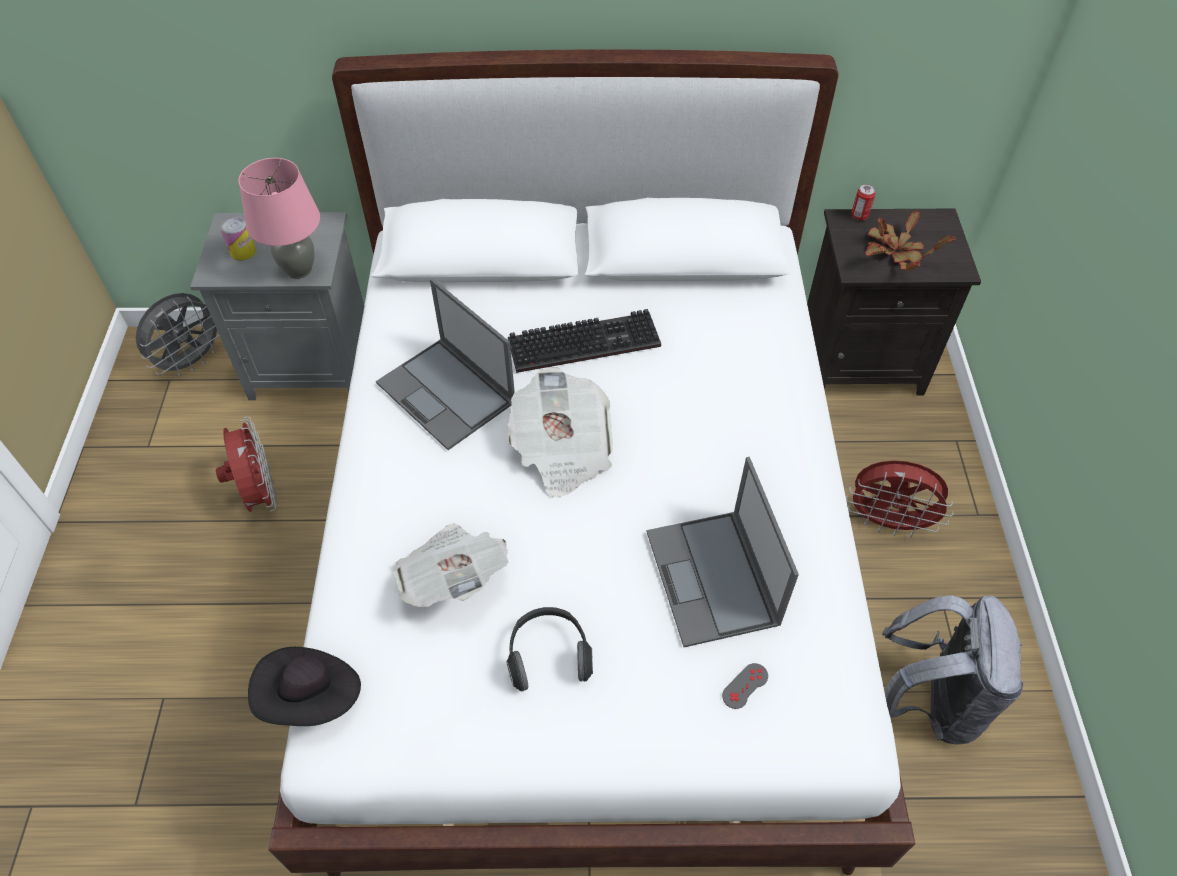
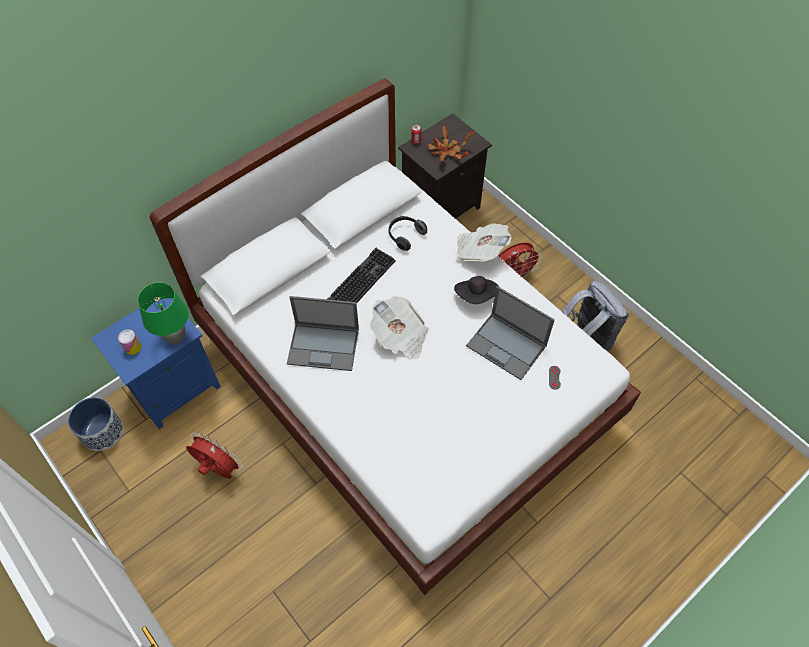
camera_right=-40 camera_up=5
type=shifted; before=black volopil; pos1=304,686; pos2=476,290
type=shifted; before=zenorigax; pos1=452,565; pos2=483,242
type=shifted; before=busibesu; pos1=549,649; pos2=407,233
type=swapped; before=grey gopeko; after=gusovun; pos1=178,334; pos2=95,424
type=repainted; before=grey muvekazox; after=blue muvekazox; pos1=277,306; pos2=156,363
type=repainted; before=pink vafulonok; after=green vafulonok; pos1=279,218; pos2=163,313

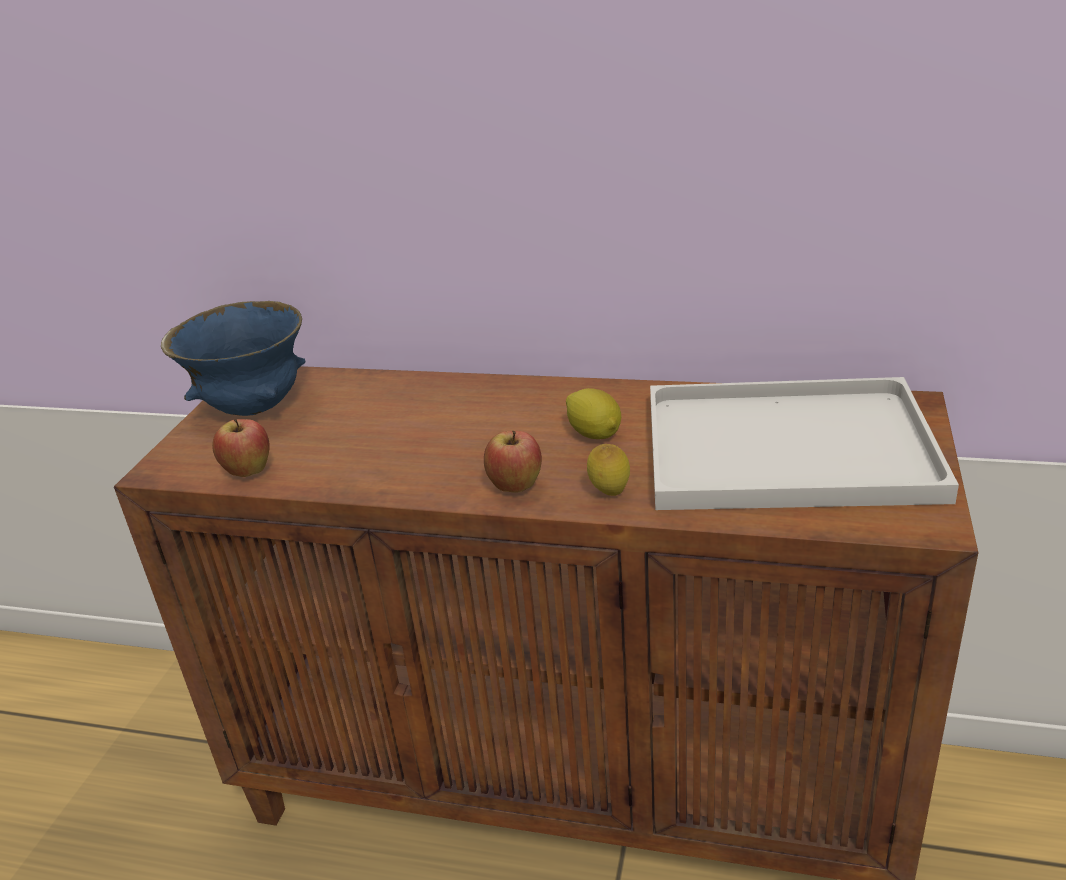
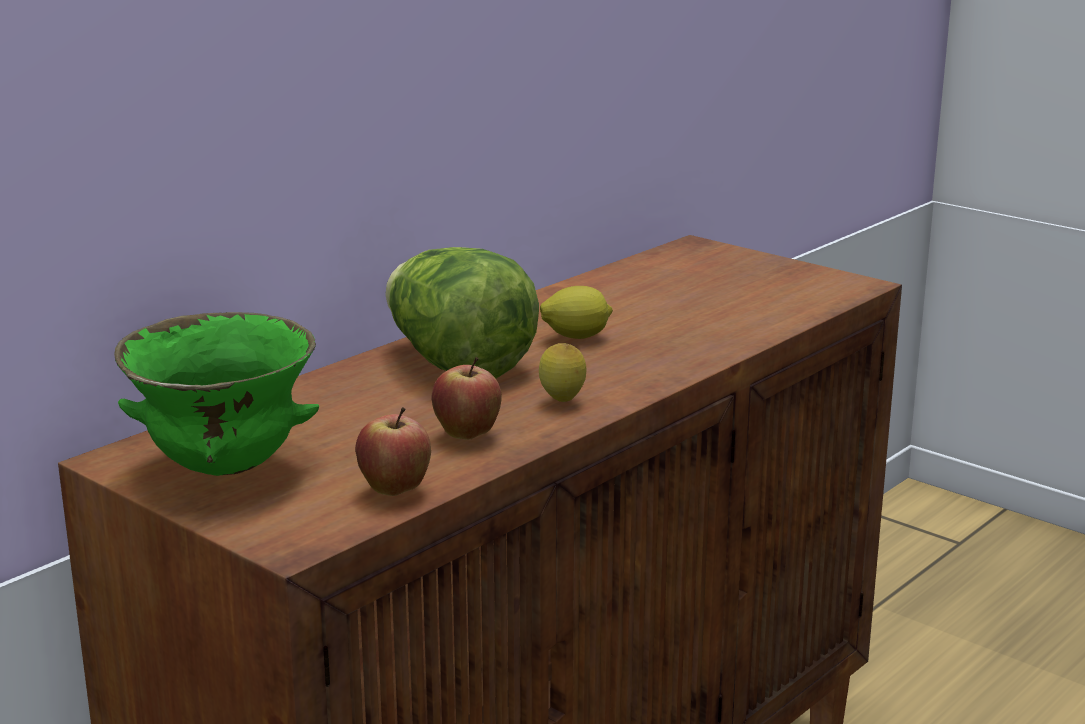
camera_right=-65 camera_up=-10
type=gone; before=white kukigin; pos1=804,443
type=new; after=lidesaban; pos2=462,313
type=shifted; before=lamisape; pos1=513,462; pos2=466,398
type=shifted; before=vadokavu; pos1=608,470; pos2=563,372
type=repainted; before=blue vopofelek; after=green vopofelek; pos1=233,358; pos2=216,394

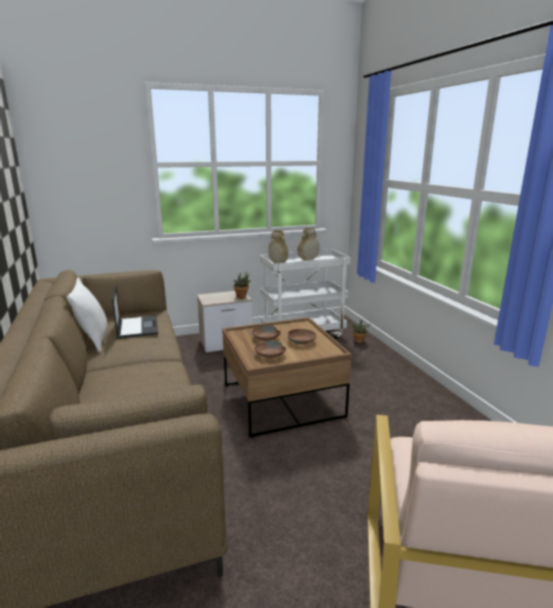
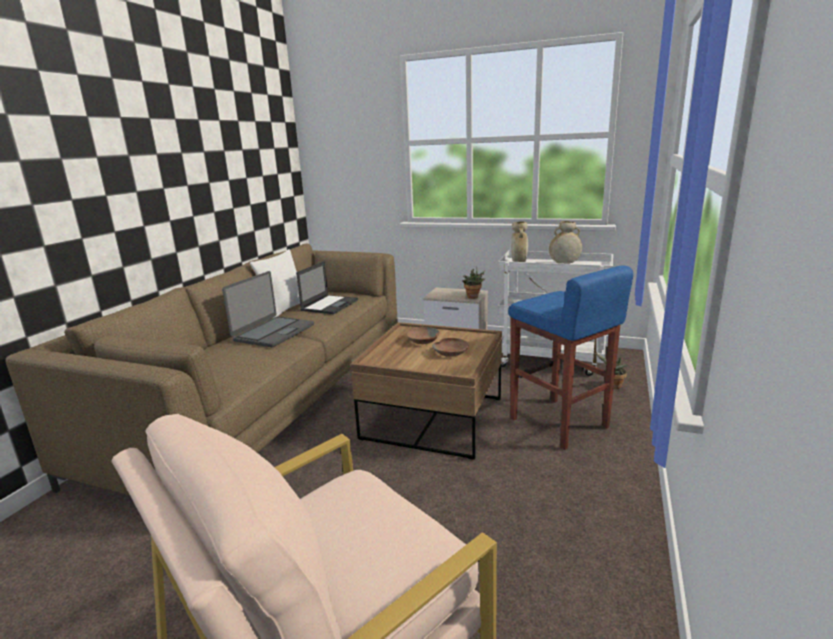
camera_right=40 camera_up=0
type=gone; before=brown vopofelek; pos1=270,349
type=new; after=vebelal; pos2=268,309
type=new; after=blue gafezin; pos2=570,357

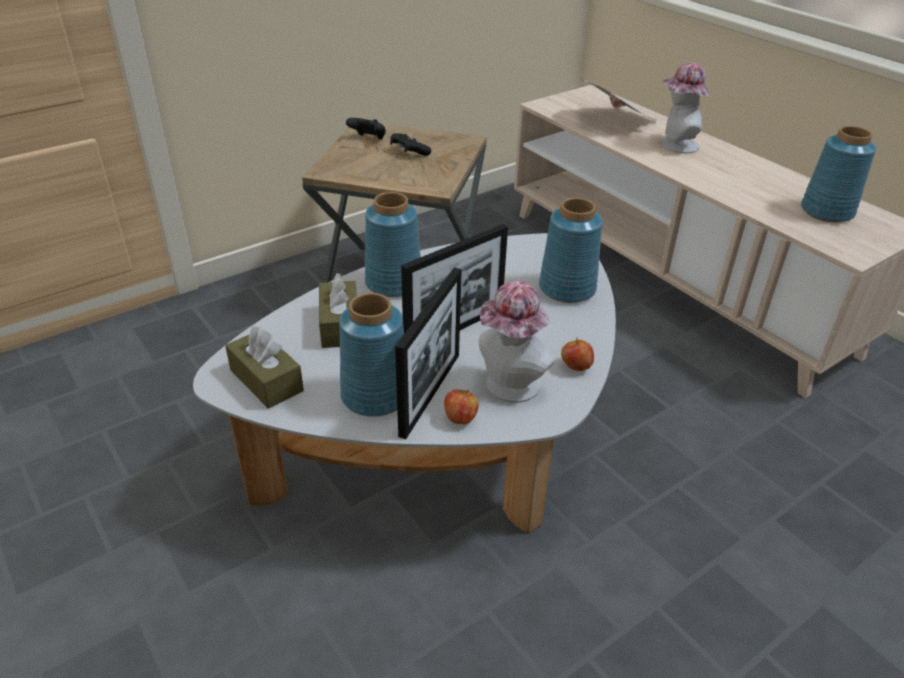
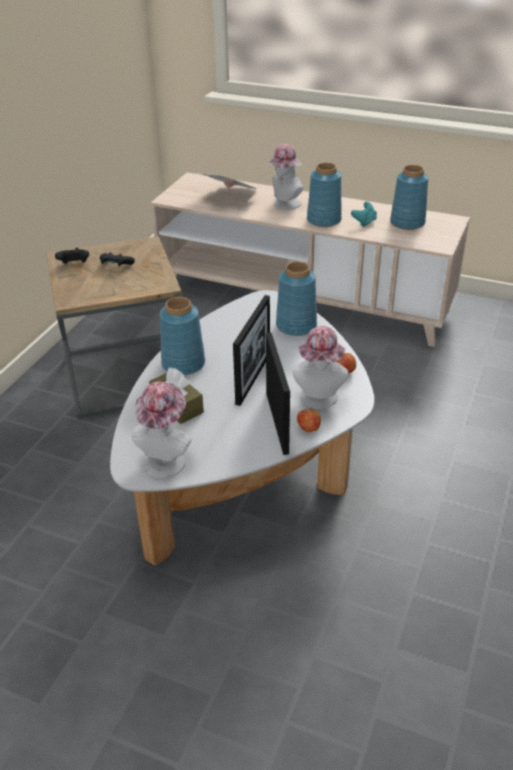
camera_right=-30 camera_up=0
type=new; after=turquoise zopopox; pos2=364,214
type=shifted; before=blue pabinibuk; pos1=371,355; pos2=324,194
type=swapped; before=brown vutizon; after=volopil; pos1=264,367; pos2=162,429

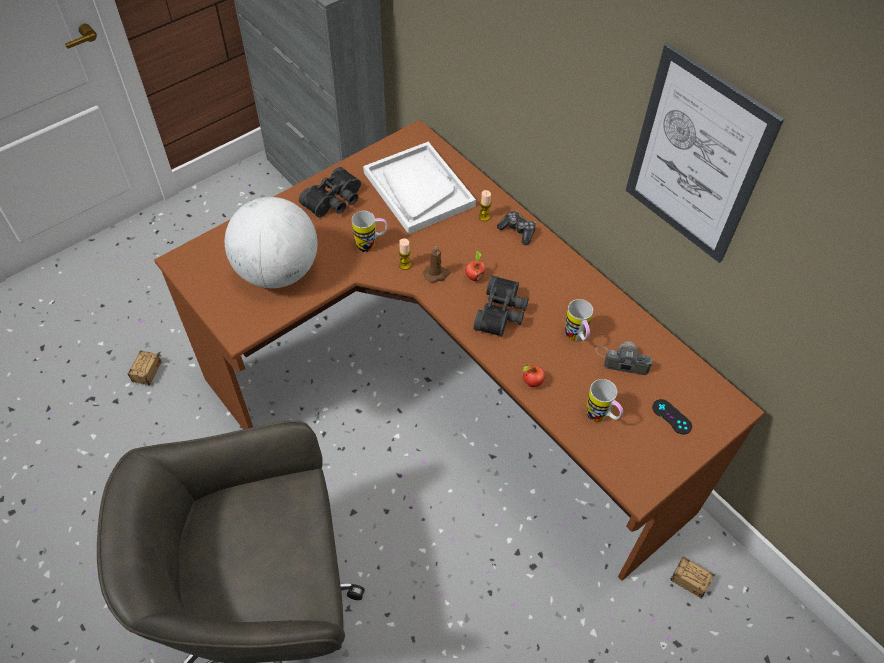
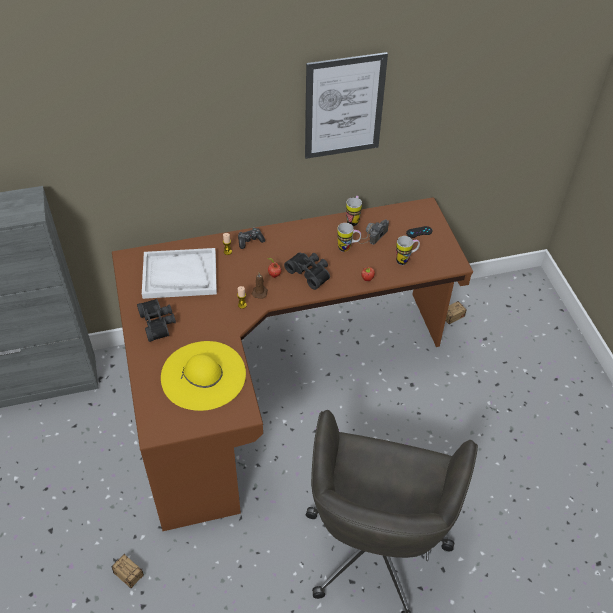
camera_right=-65 camera_up=-5
type=shifted; before=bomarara; pos1=369,231; pos2=354,211
type=swapped; before=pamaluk; after=yellow volopil; pos1=271,242; pos2=203,376

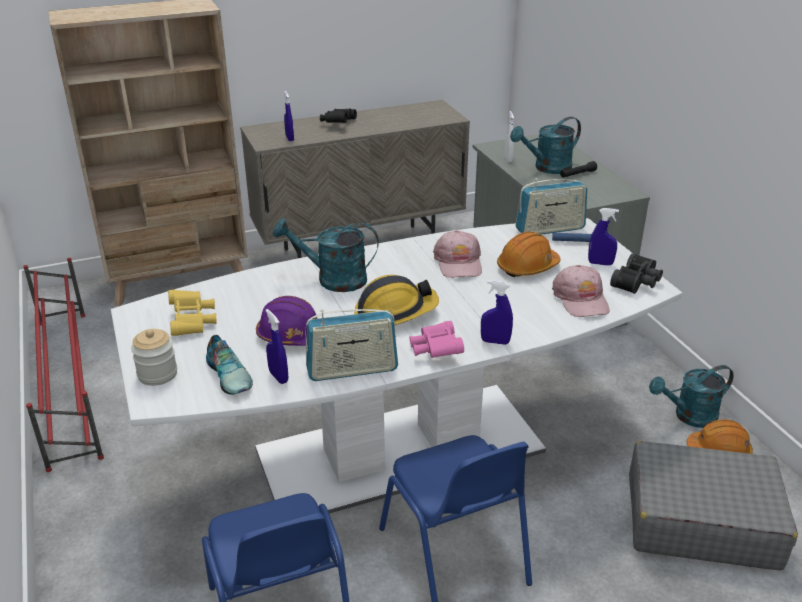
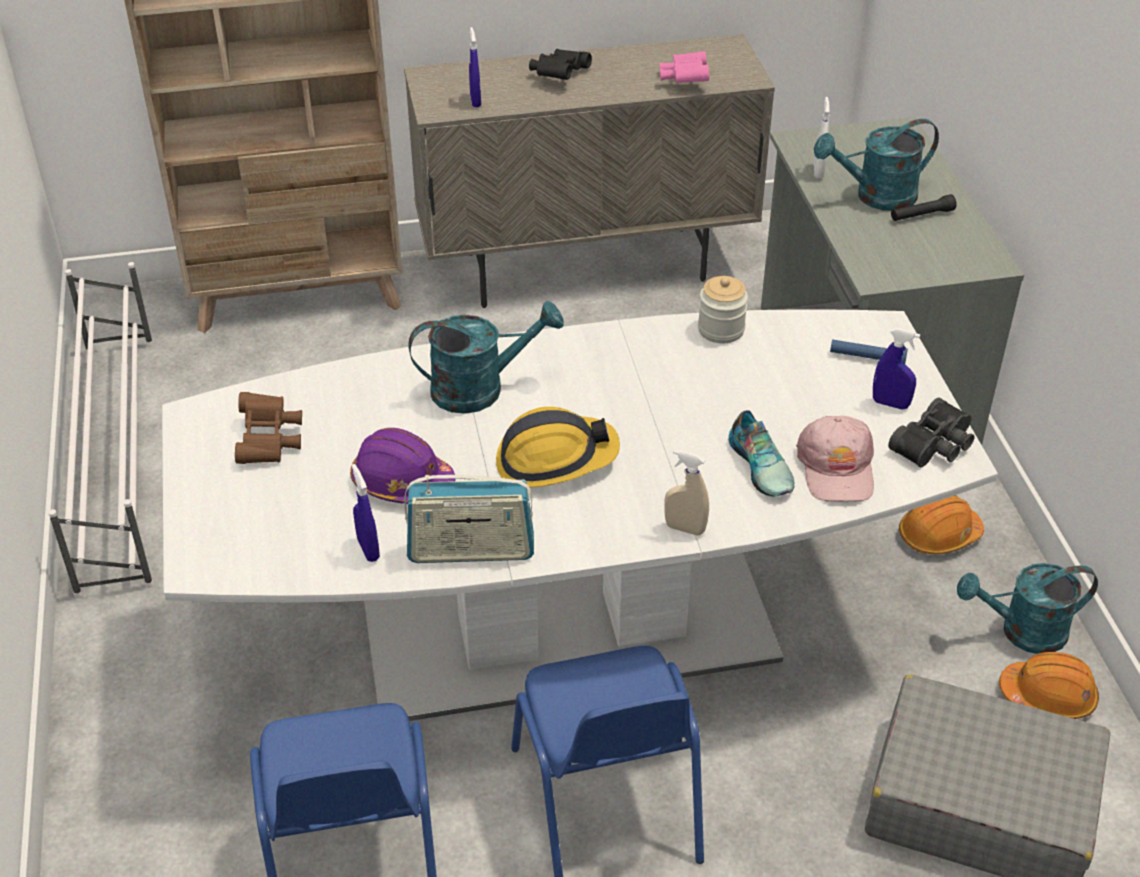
camera_right=10 camera_up=10
type=gone; before=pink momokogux; pos1=457,254
type=gone; before=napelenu; pos1=551,206
type=shifted; before=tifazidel; pos1=154,357; pos2=723,309
type=shifted; before=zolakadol; pos1=229,365; pos2=761,453
type=shifted; before=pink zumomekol; pos1=436,339; pos2=684,67
type=shifted; before=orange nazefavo; pos1=528,254; pos2=941,524
type=repainted; before=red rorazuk; after=white rorazuk; pos1=63,365; pos2=101,430
type=repainted; before=yellow zumomekol; after=brown zumomekol; pos1=192,313; pos2=268,428
type=repainted; before=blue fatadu; after=beige fatadu; pos1=497,312; pos2=686,492
type=rotated; before=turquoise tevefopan; pos1=326,255; pos2=486,357; turn=150

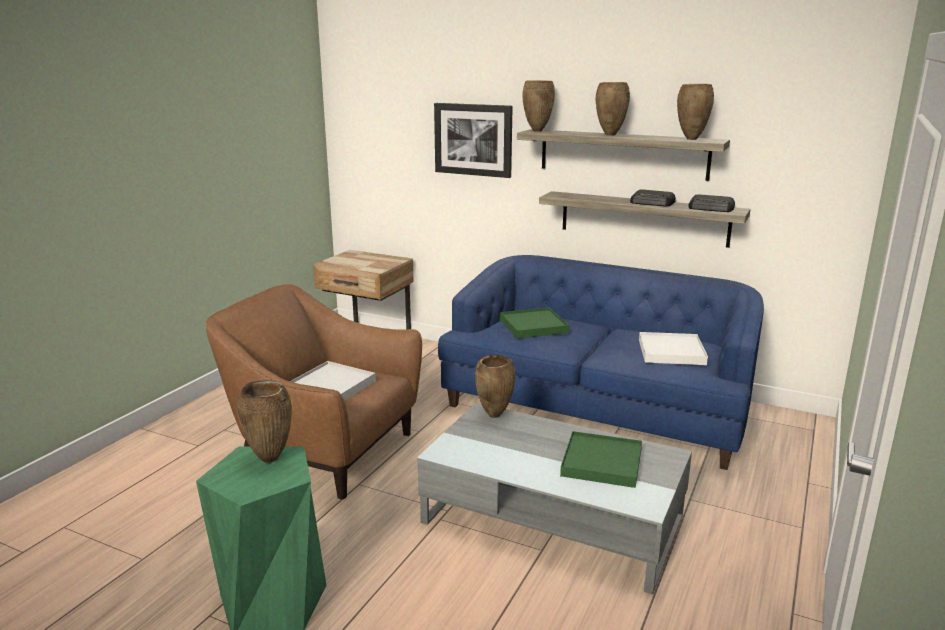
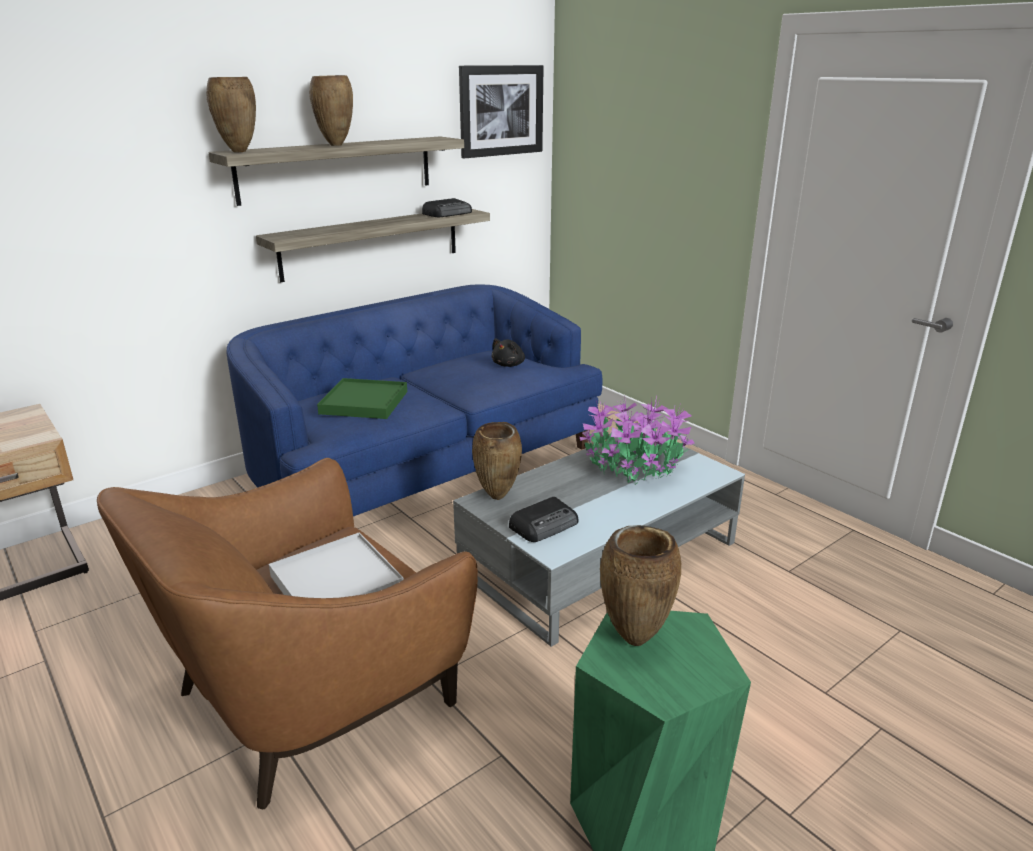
camera_right=-65 camera_up=5
type=gone; before=brown pabinibuk; pos1=695,112
type=shifted; before=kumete; pos1=473,140; pos2=501,111
type=shifted; before=napelenu; pos1=653,198; pos2=543,519
type=swapped; before=green kukigin; after=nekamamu; pos1=601,459; pos2=637,440
type=swapped; before=white kukigin; after=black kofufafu; pos1=673,348; pos2=508,352

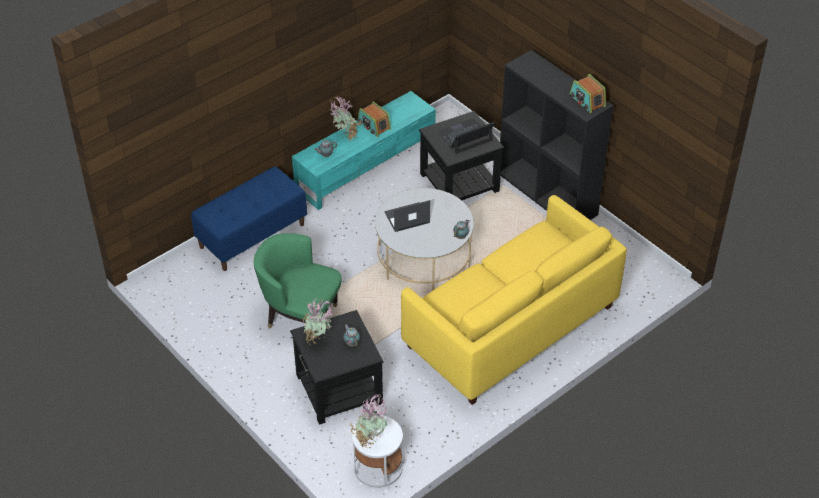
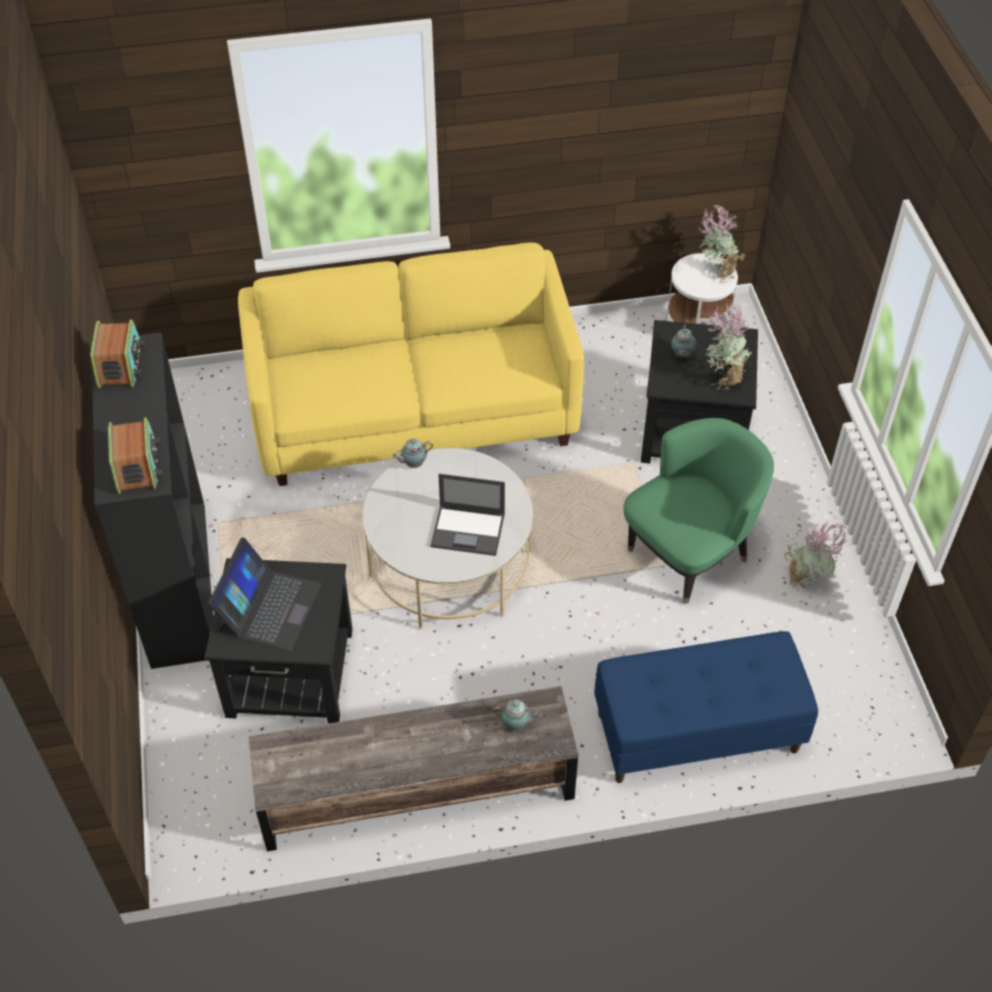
camera_right=-150 camera_up=5
type=shifted; before=nekamamu; pos1=346,119; pos2=815,556
type=shifted; before=napelenu; pos1=374,119; pos2=135,456
type=repainted; before=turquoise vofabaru; after=brown vofabaru; pos1=364,150; pos2=413,768
type=rotated; before=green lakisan; pos1=297,281; pos2=699,511; turn=-90
type=rotated; before=vebelal; pos1=466,136; pos2=264,594; turn=-75

